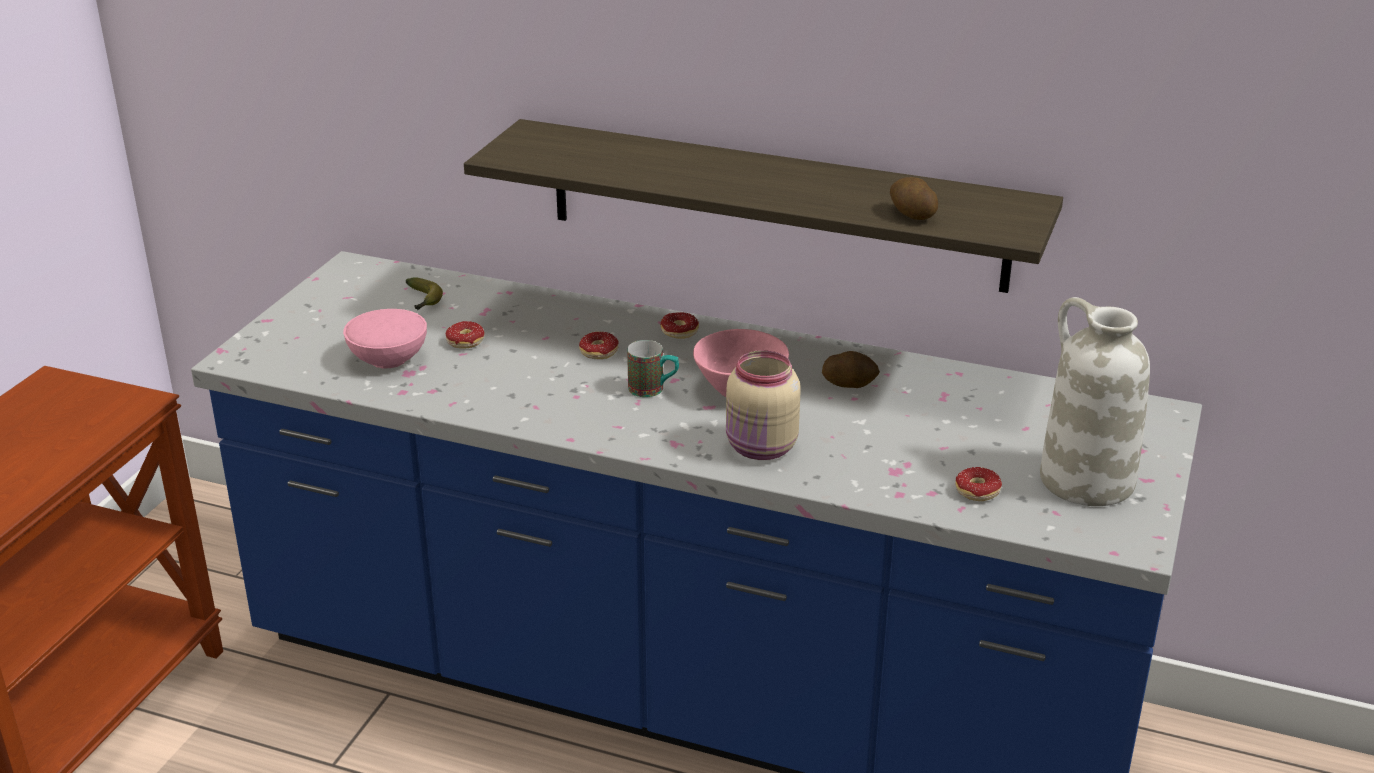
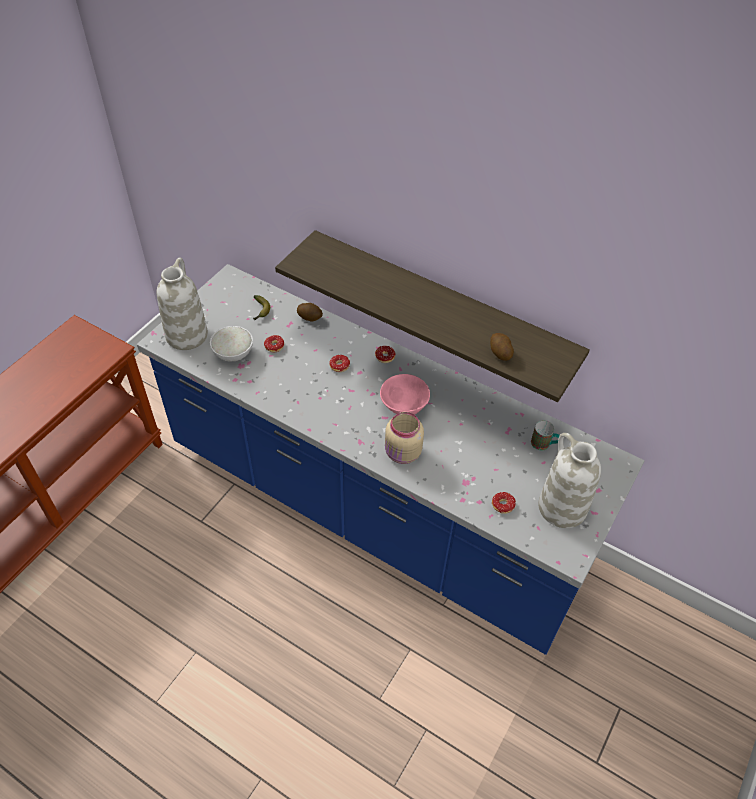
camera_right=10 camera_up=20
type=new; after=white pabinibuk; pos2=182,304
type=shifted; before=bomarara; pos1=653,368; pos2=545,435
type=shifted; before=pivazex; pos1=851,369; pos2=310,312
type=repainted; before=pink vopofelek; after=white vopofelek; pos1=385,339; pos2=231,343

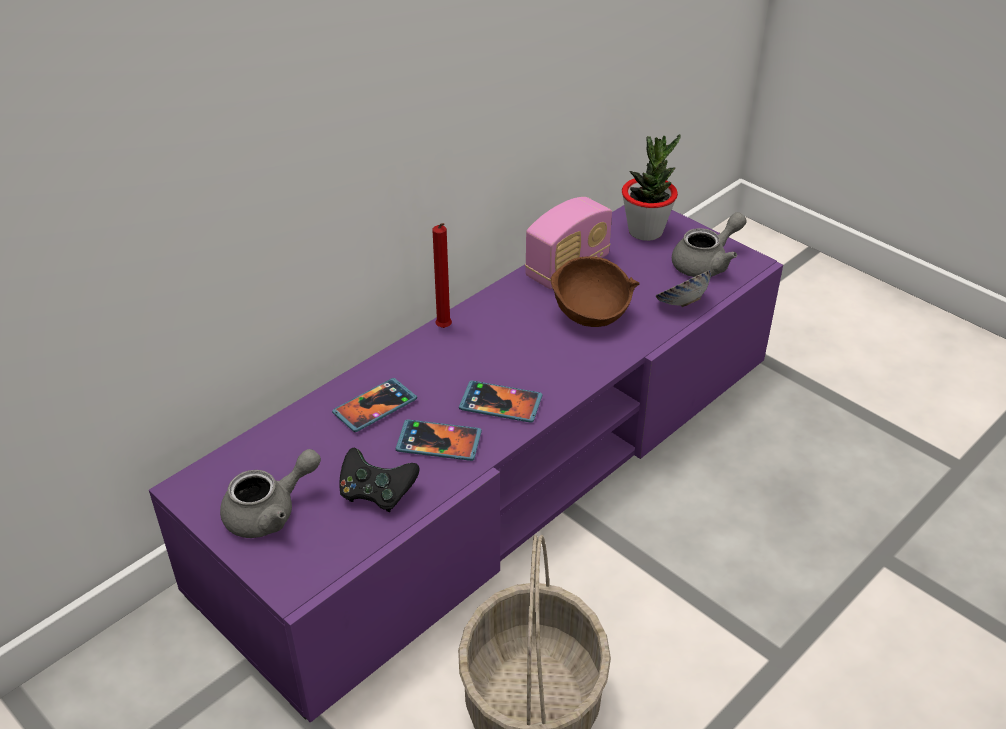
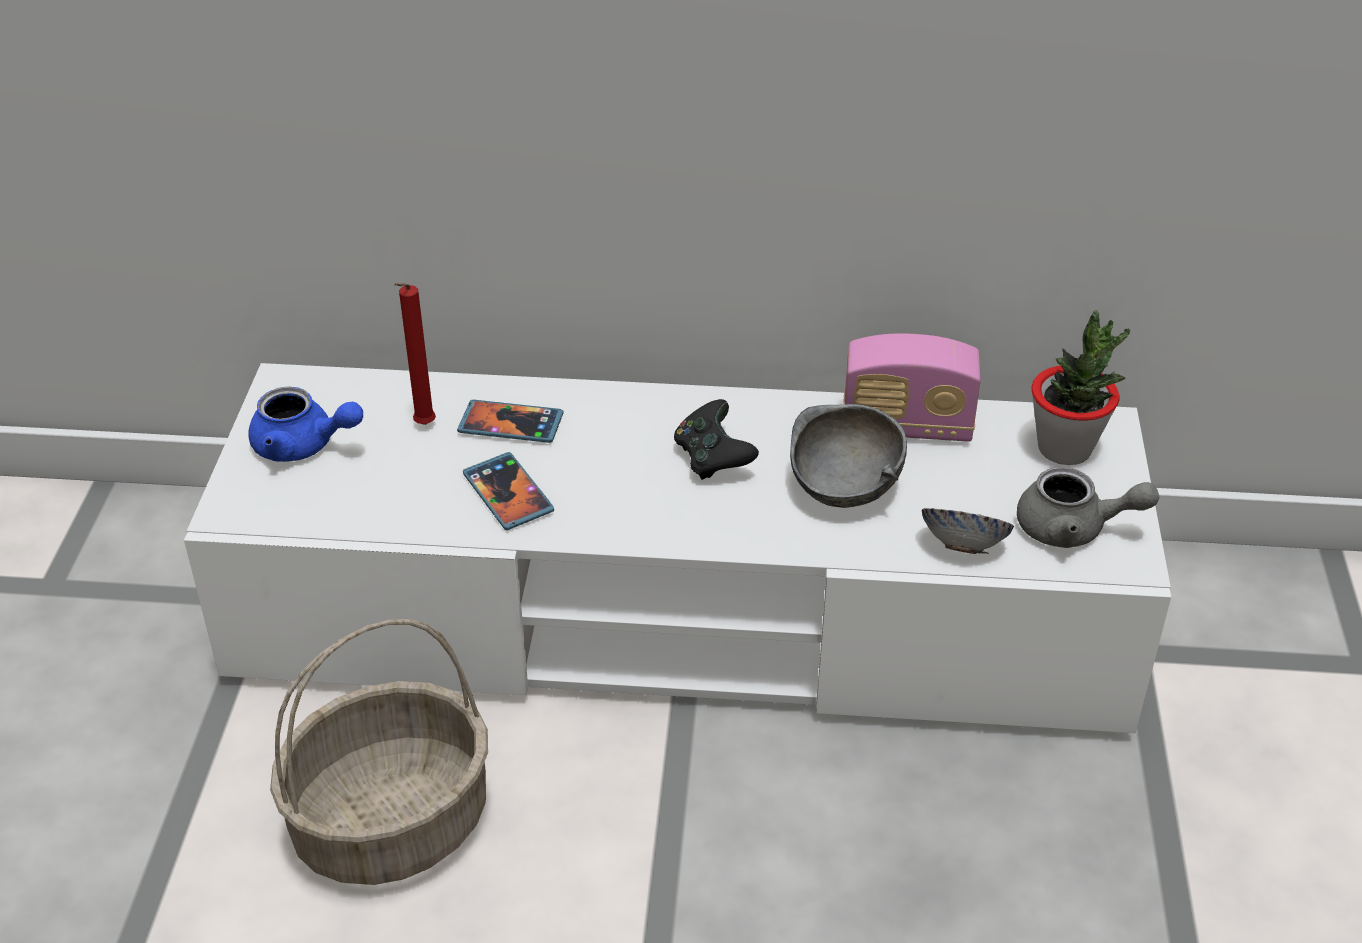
camera_right=50 camera_up=0
type=gone; before=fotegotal; pos1=500,402
type=shifted; before=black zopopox; pos1=379,480; pos2=716,439
type=shifted; before=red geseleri; pos1=442,275; pos2=415,354
type=repainted; before=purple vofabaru; after=white vofabaru; pos1=466,464; pos2=677,548
type=repainted; before=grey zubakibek; after=blue zubakibek; pos1=270,493; pos2=305,424
type=repainted; before=brown vopofelek; after=grey vopofelek; pos1=595,291; pos2=848,456

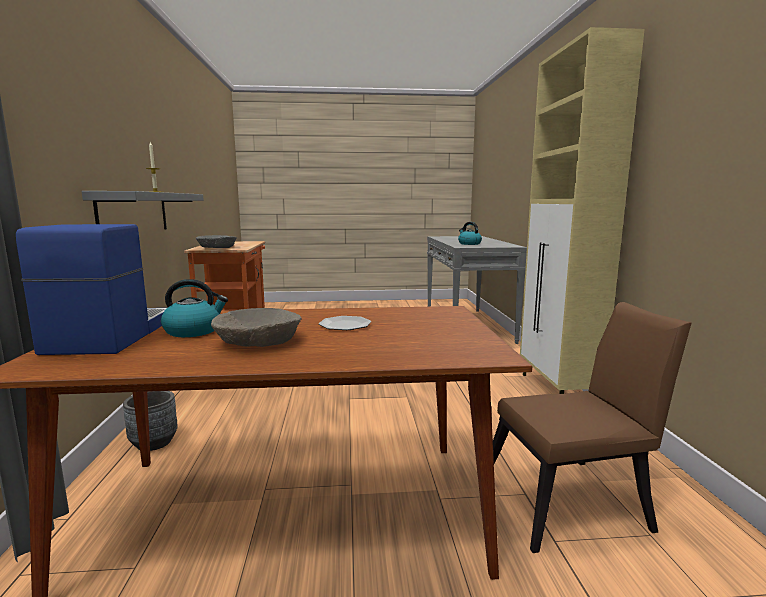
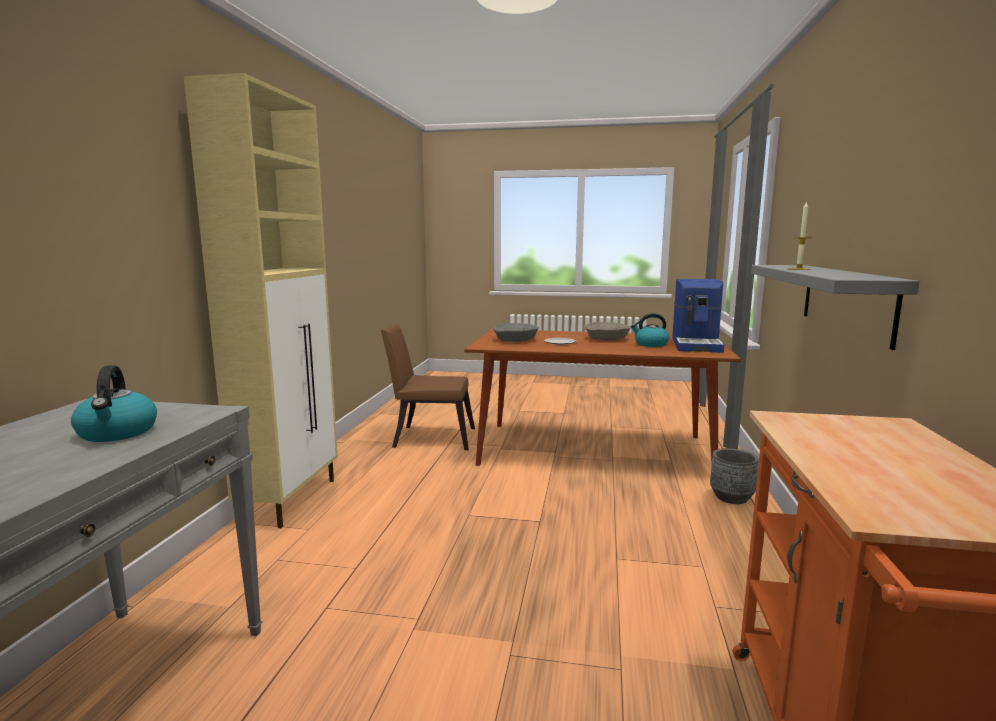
camera_right=-165 camera_up=0
type=shifted; before=grey vopofelek; pos1=216,241; pos2=516,332

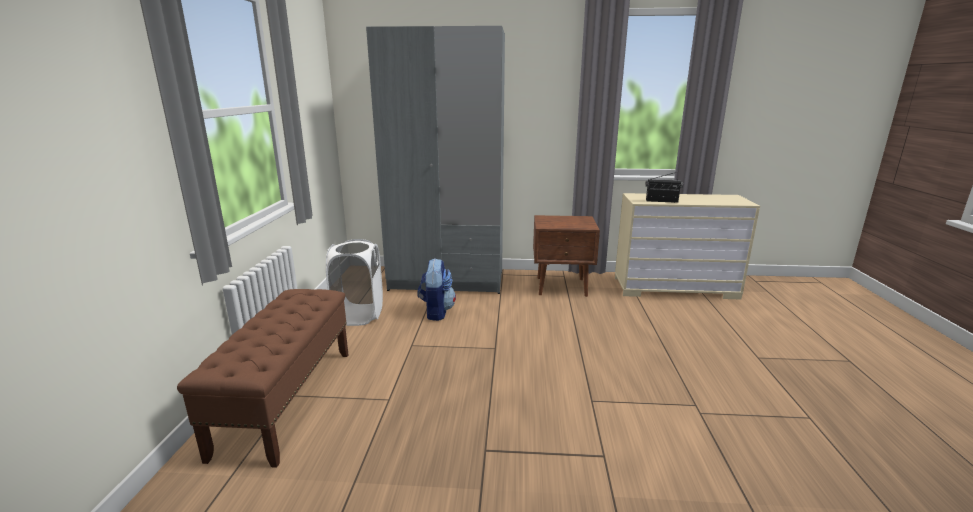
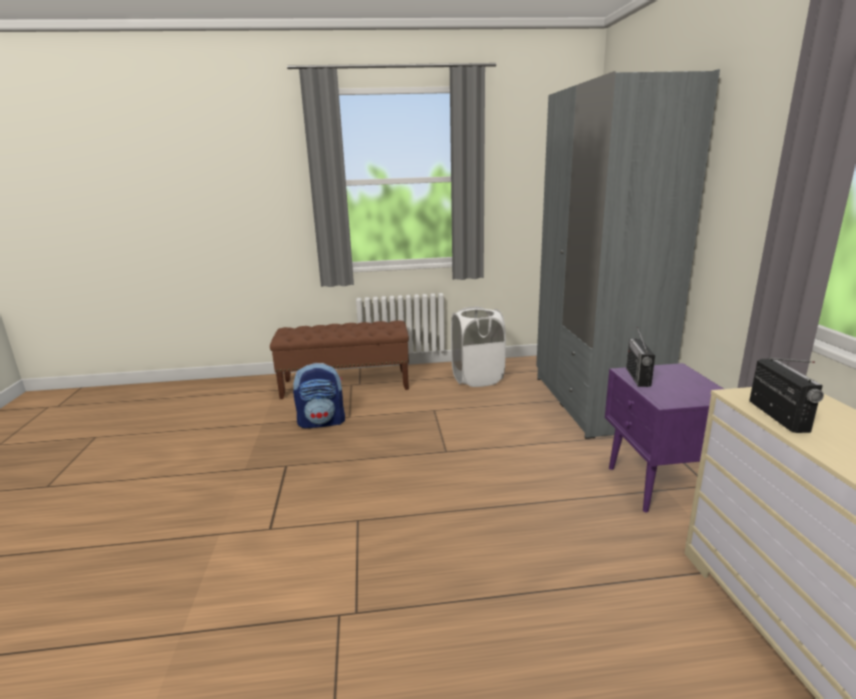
camera_right=80 camera_up=0
type=new; after=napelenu; pos2=640,357
type=shifted; before=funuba; pos1=436,289; pos2=319,395
type=repainted; before=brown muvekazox; after=purple muvekazox; pos1=566,256; pos2=664,438

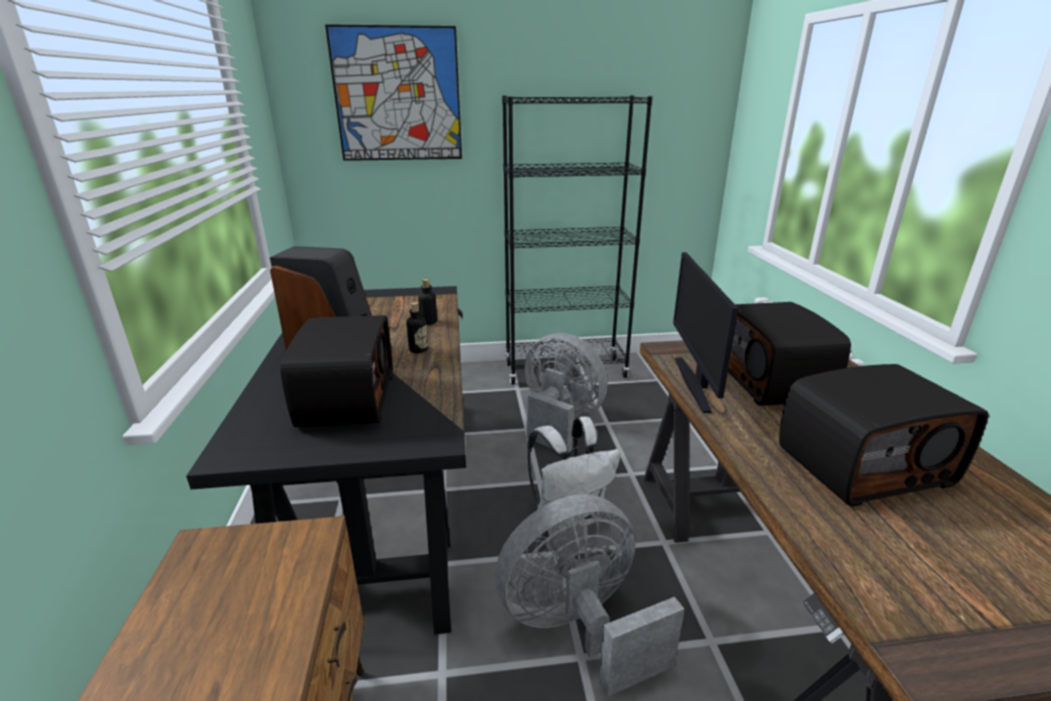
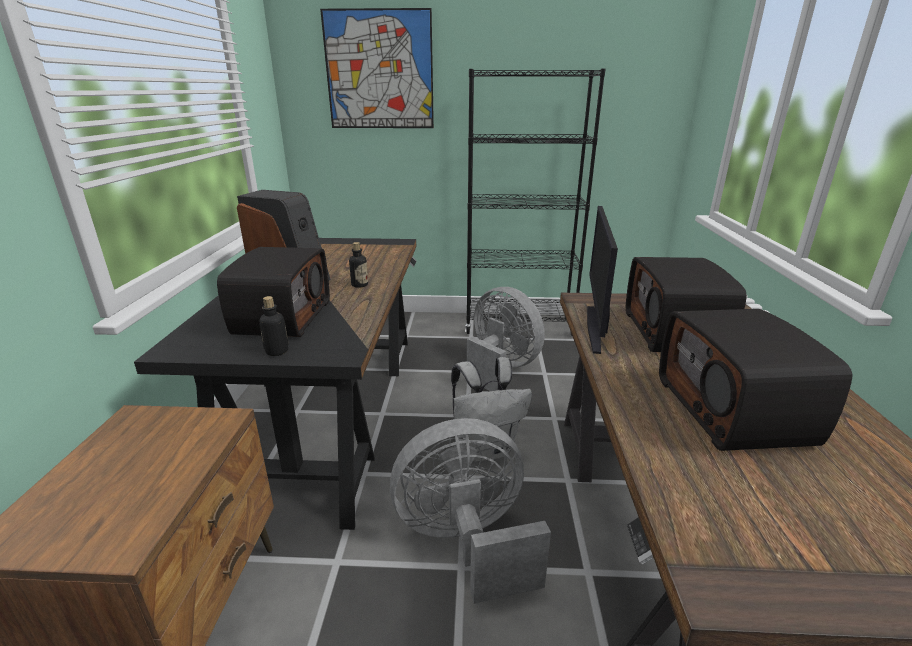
camera_right=10 camera_up=0
type=shifted; before=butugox; pos1=427,302; pos2=274,326
type=rotated; before=napelenu; pos1=884,435; pos2=756,380; turn=90

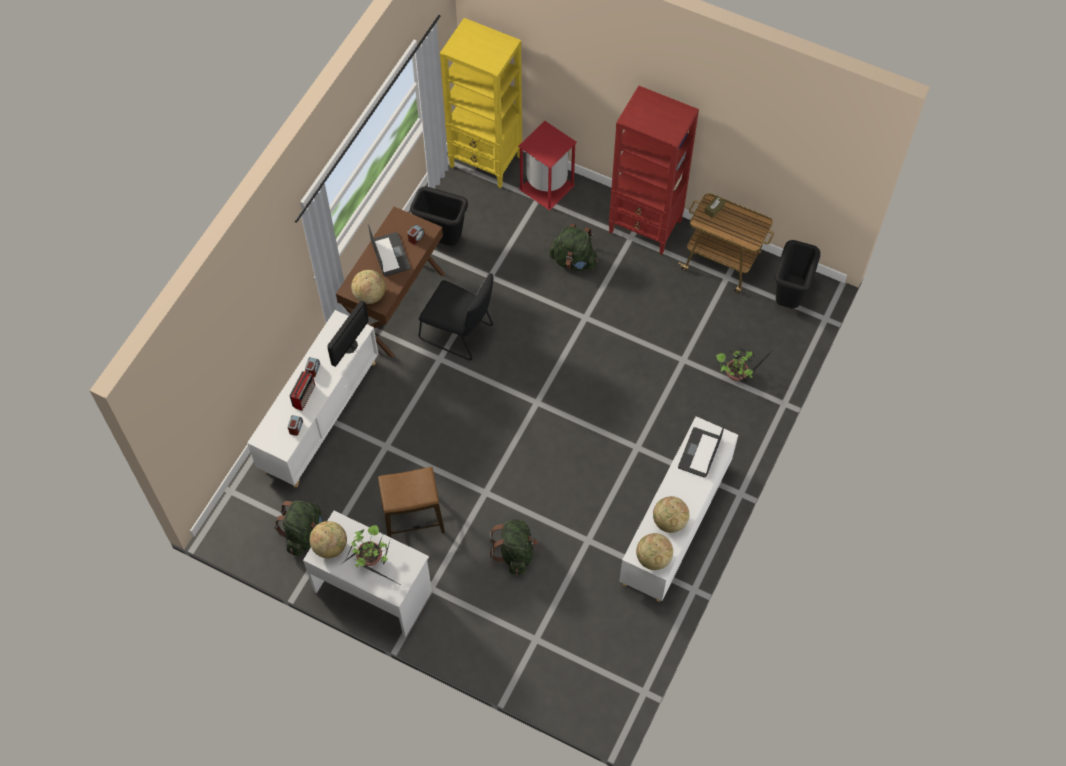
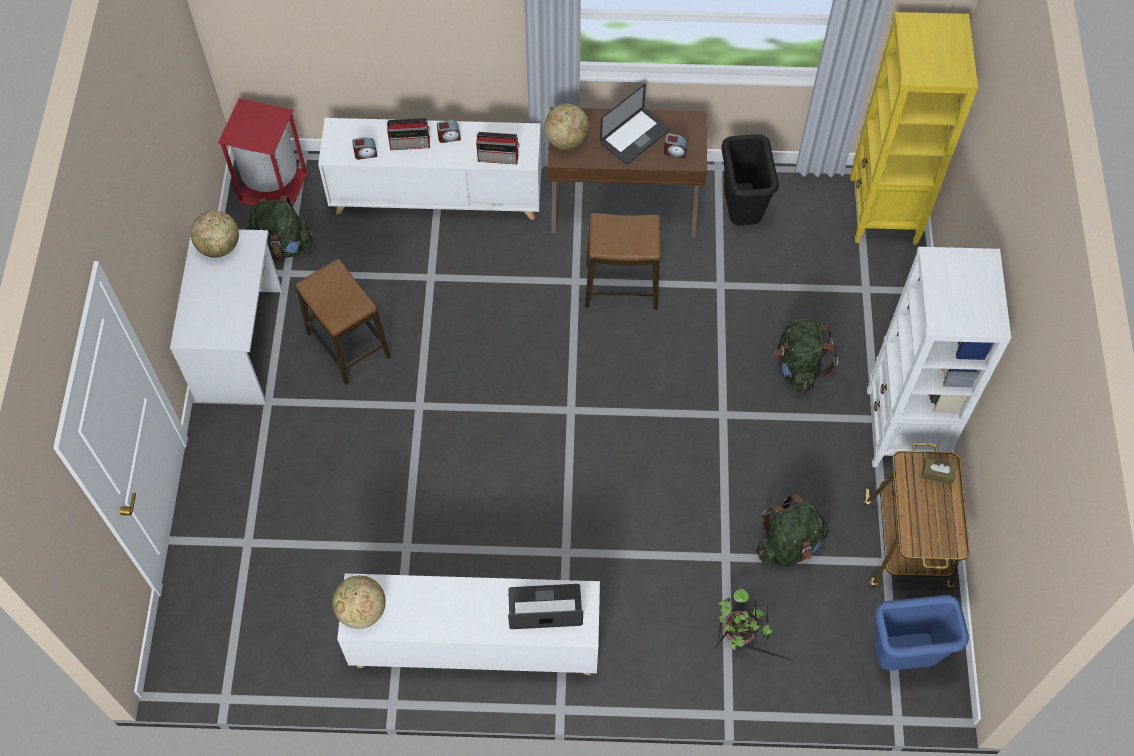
camera_right=65 camera_up=0
type=gone; before=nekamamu; pos1=370,554
type=gone; before=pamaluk; pos1=671,514
type=shifted; before=green funuba; pos1=514,547; pos2=792,530
type=shifted; before=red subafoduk; pos1=547,166; pos2=263,152
type=swapped; before=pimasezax; after=napelenu; pos1=348,334; pos2=498,148
type=swapped; before=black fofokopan; after=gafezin; pos1=456,316; pos2=623,261
type=repainted; before=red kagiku; after=white kagiku; pos1=654,170; pos2=939,357
type=repainted; before=black subafoduk; after=blue subafoduk; pos1=797,274; pos2=921,633

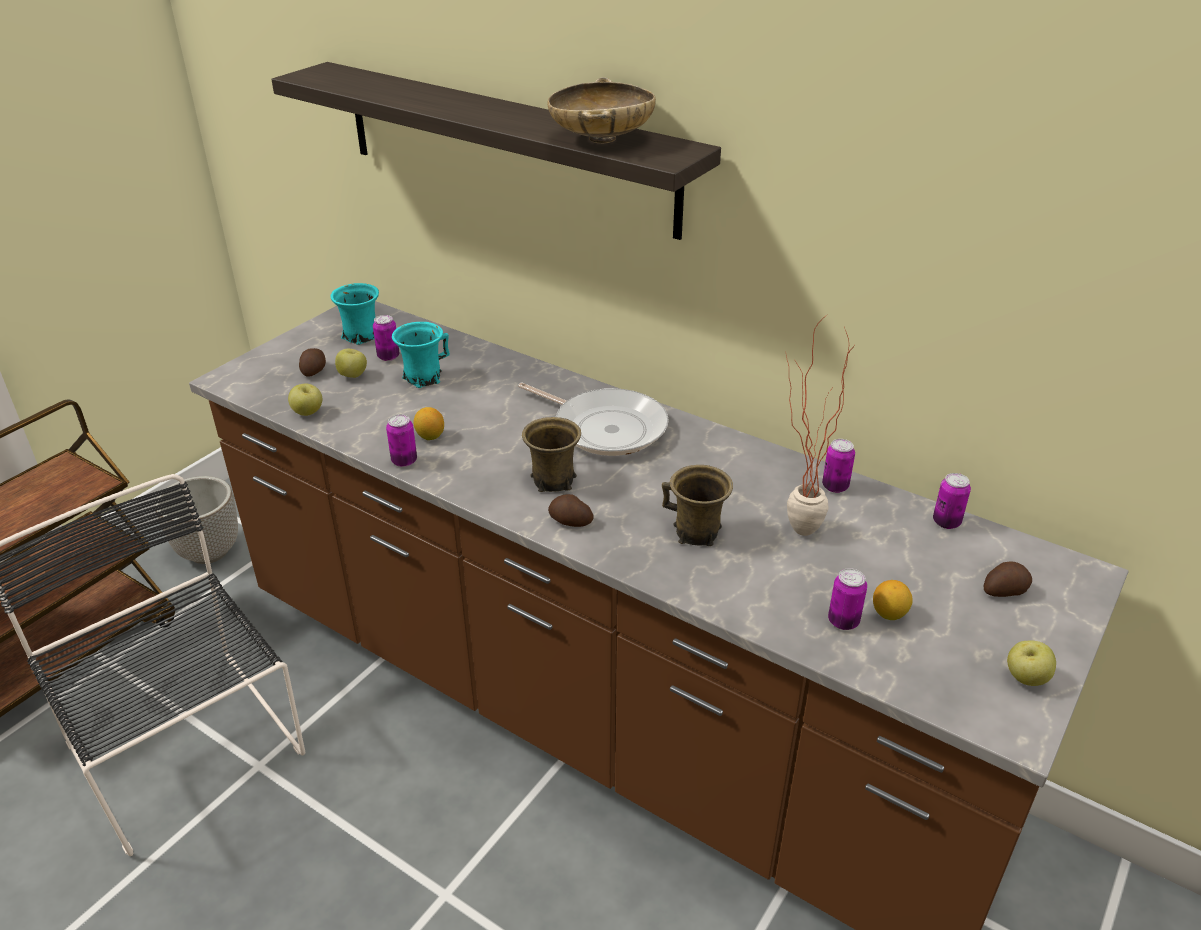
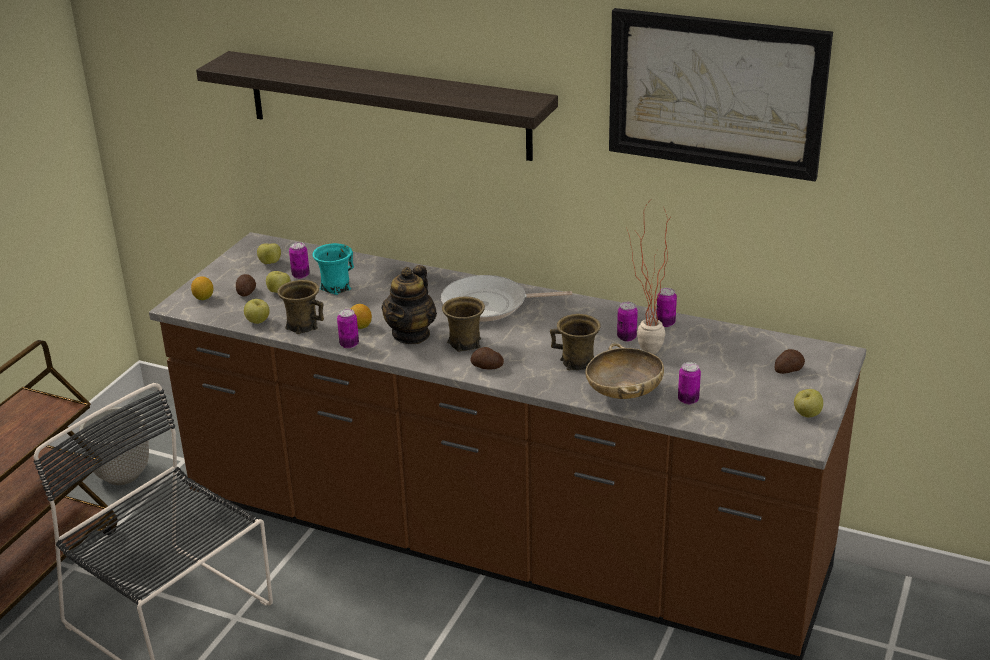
camera_right=-10 camera_up=-5
type=new; after=brown bomarara; pos2=300,307
type=new; after=zubakibek; pos2=409,304
type=new; after=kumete; pos2=721,94
type=shifted; before=beige vopofelek; pos1=601,110; pos2=625,371
type=shifted; before=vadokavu; pos1=893,600; pos2=202,288
type=shifted; before=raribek; pos1=952,501; pos2=627,321
type=swapped; before=turquoise bomarara; after=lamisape; pos1=354,314; pos2=269,253
type=rotated; before=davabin; pos1=593,419; pos2=506,298; turn=150

